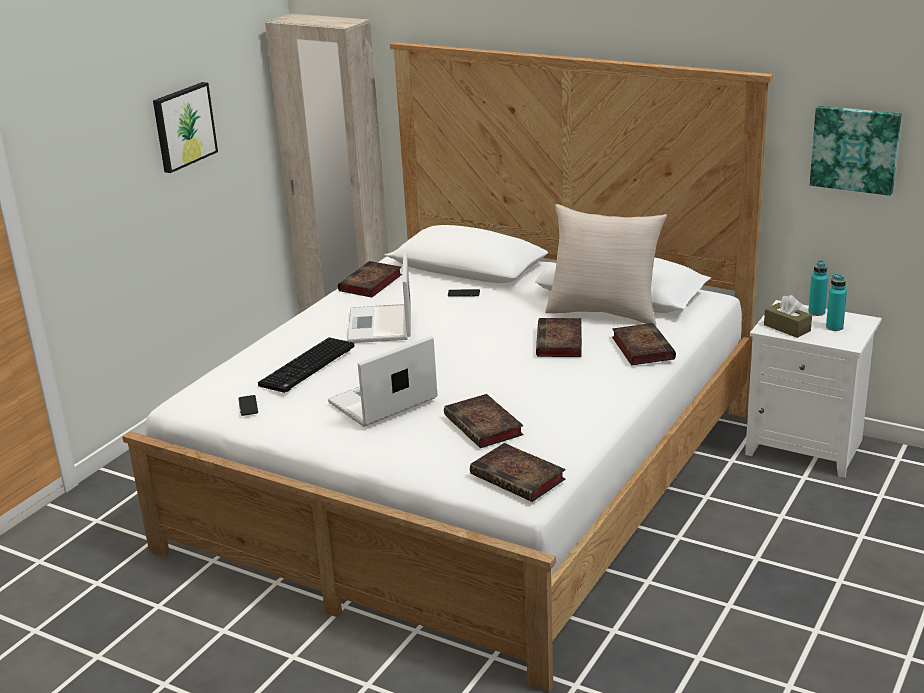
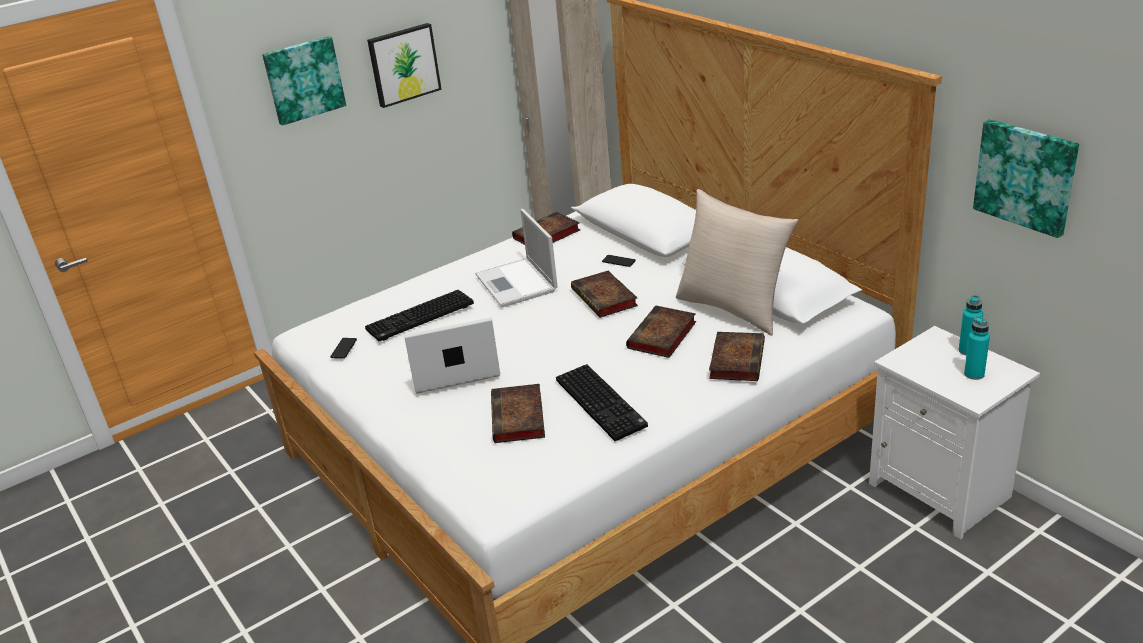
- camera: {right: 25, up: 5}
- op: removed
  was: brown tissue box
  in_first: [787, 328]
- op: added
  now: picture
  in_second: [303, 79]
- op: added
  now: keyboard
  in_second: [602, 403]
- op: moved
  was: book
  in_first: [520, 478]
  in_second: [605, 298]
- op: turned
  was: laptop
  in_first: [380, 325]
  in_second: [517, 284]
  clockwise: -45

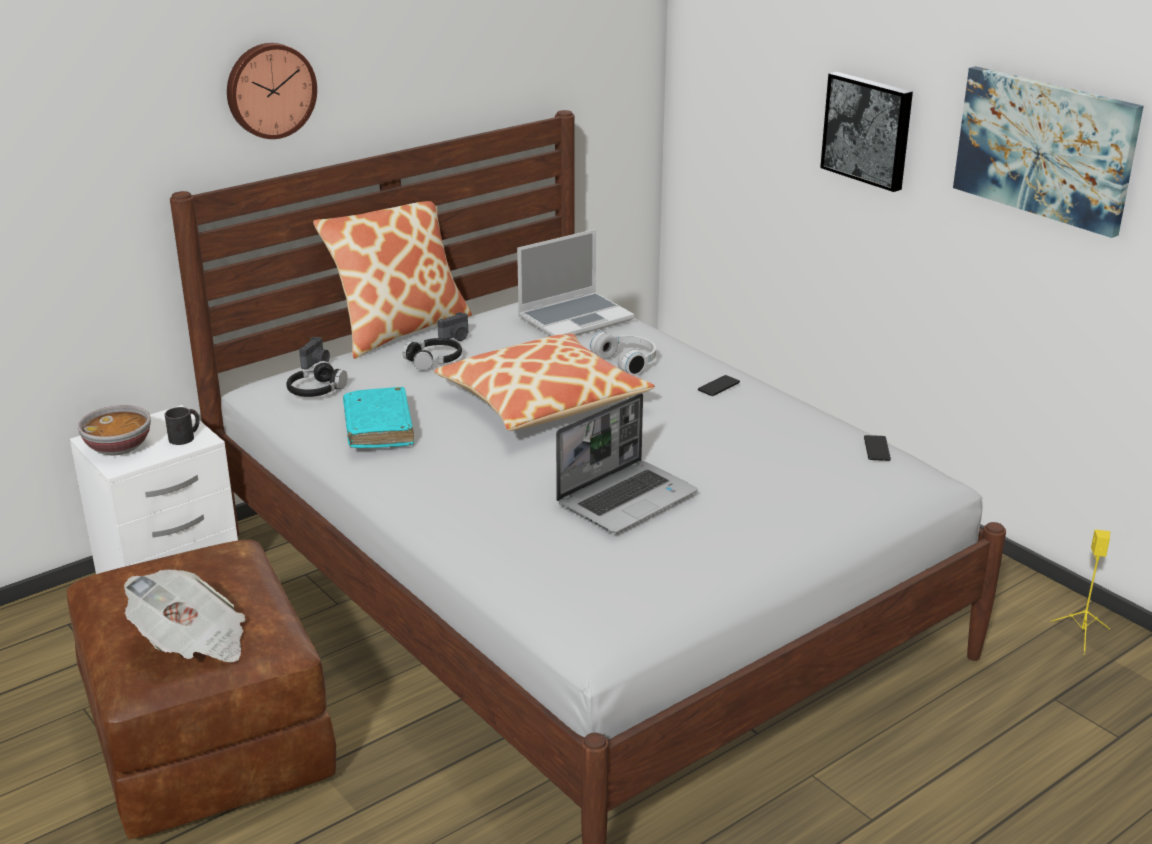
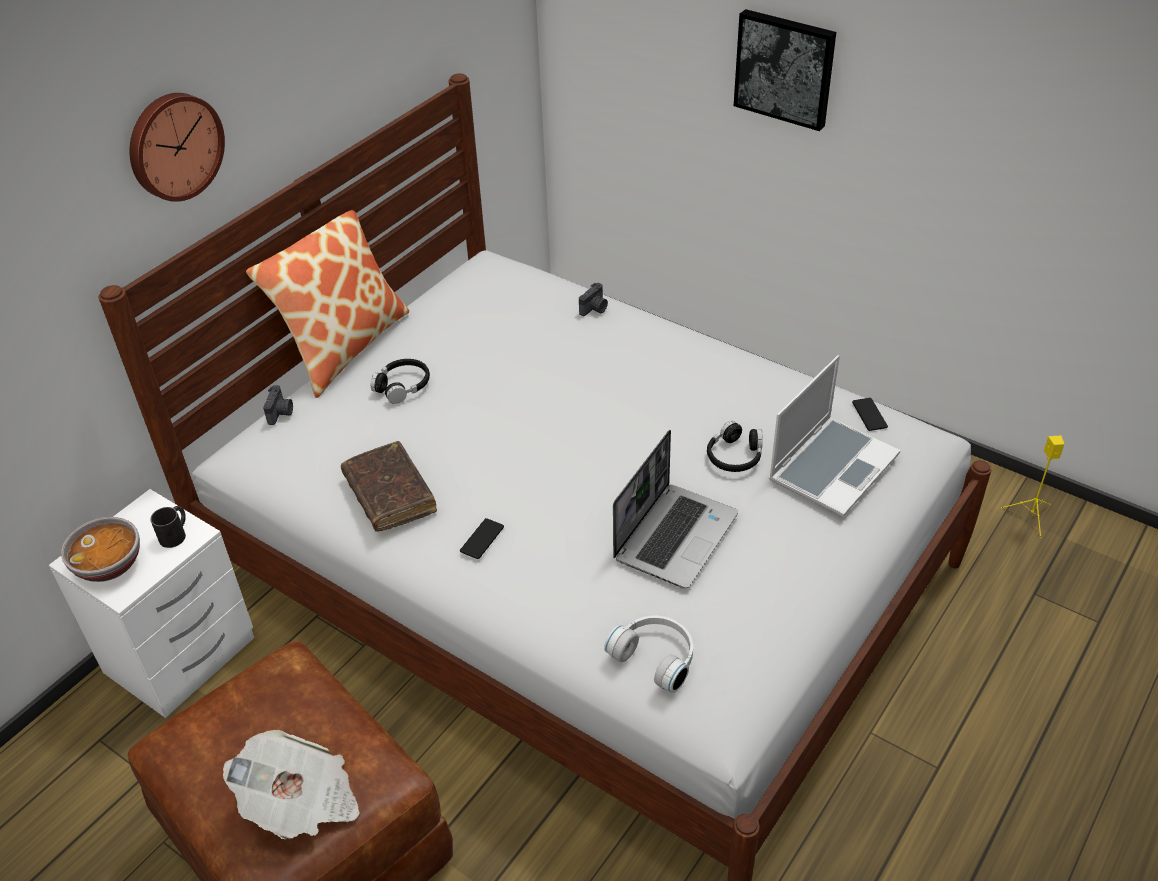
- camera: {right: -15, up: 15}
- op: removed
  was: pillow
  in_first: [543, 401]
- op: removed
  was: picture
  in_first: [1045, 148]
- op: moved
  was: black headphones
  in_first: [316, 390]
  in_second: [735, 456]
- op: moved
  was: photo camera
  in_first: [456, 337]
  in_second: [595, 309]
- op: moved
  was: laptop
  in_first: [576, 318]
  in_second: [833, 466]
- op: moved
  was: white headphones
  in_first: [628, 361]
  in_second: [656, 656]
- op: moved
  was: phone
  in_first: [718, 386]
  in_second: [482, 539]
- op: recoloured
  was: turquoise book
  now: brown book
  in_first: [378, 428]
  in_second: [389, 494]

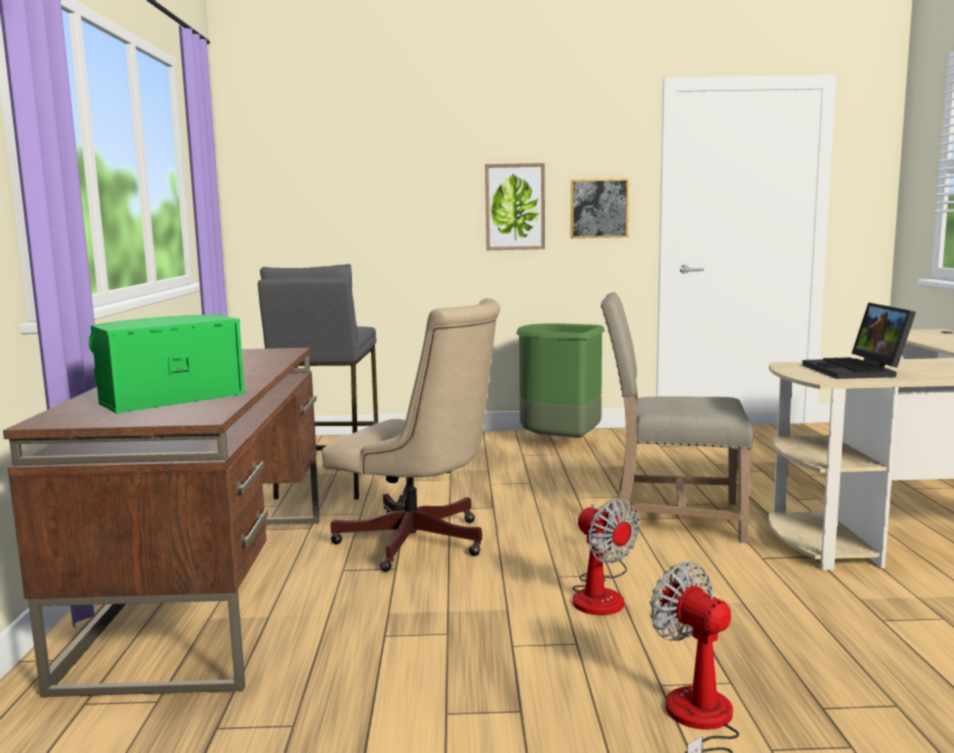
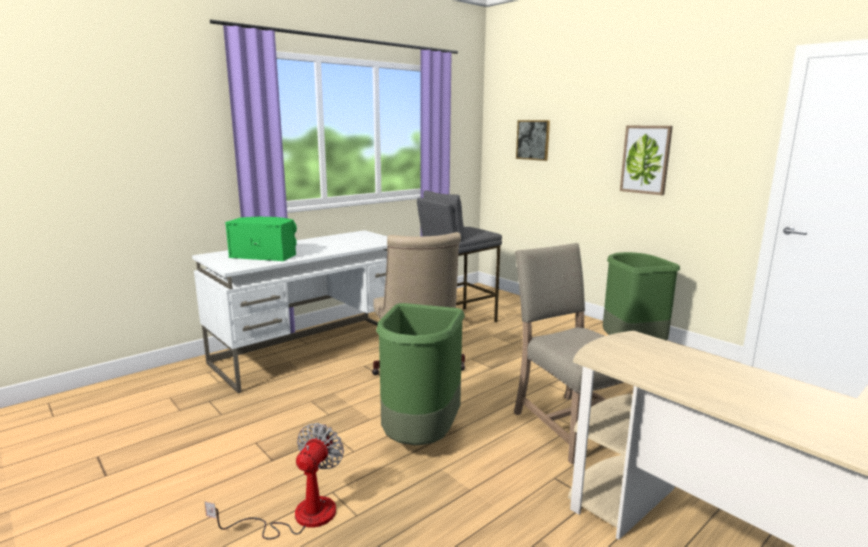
- camera: {right: 50, up: 5}
- op: removed
  was: laptop
  in_first: [857, 371]
- op: moved
  was: picture
  in_first: [599, 208]
  in_second: [533, 140]
- op: replaced
  was: fan
  now: green trash can
  in_first: [601, 594]
  in_second: [420, 438]
- op: recoloured
  was: brown desk
  now: white desk
  in_first: [211, 589]
  in_second: [313, 350]

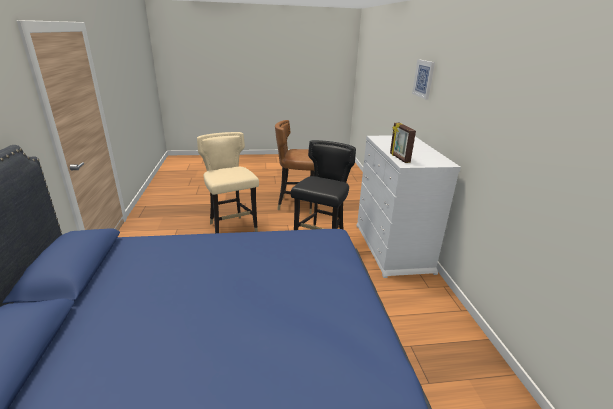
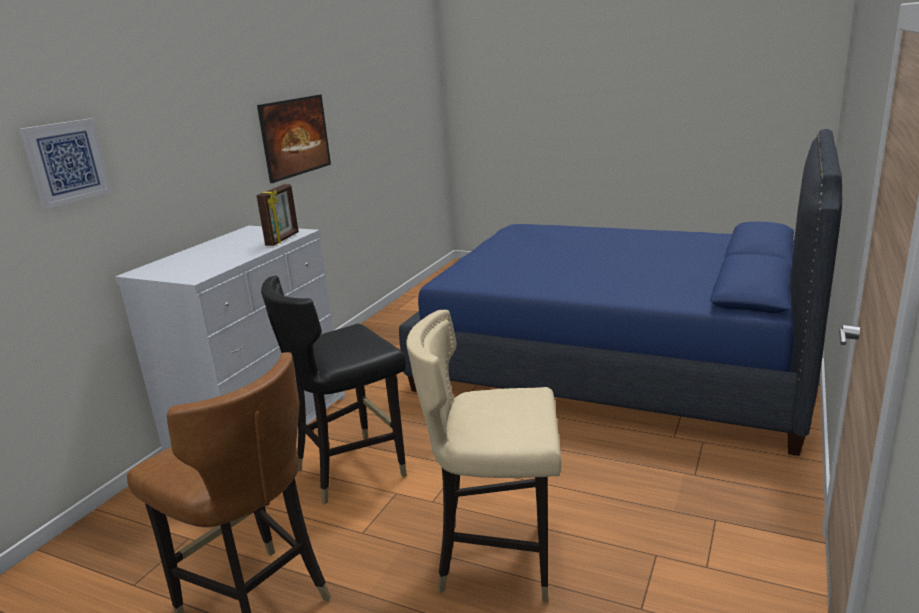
- camera: {right: -145, up: -5}
- op: added
  now: picture
  in_second: [298, 155]
- op: turned
  was: beige chair
  in_first: [232, 229]
  in_second: [497, 559]
  clockwise: 90

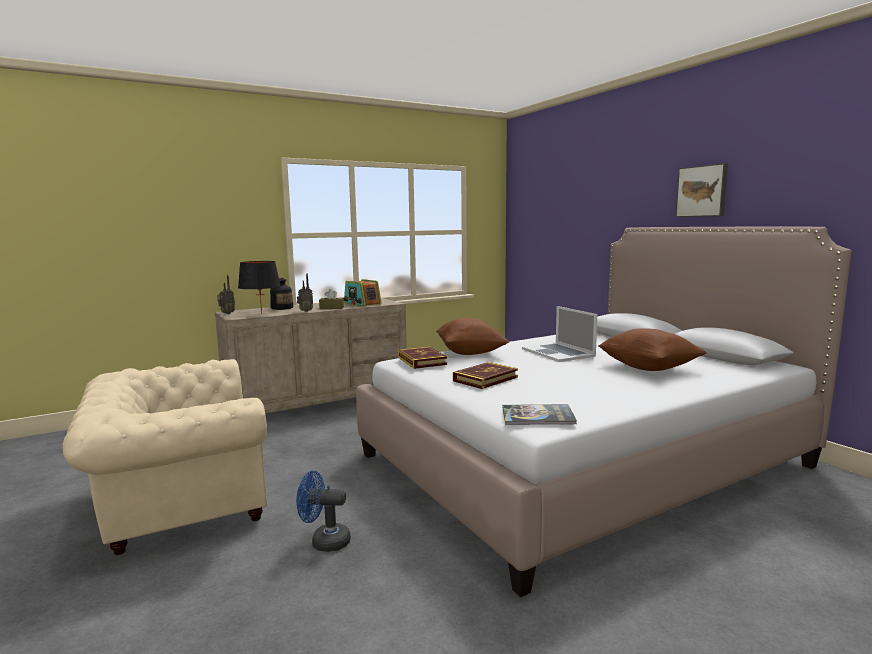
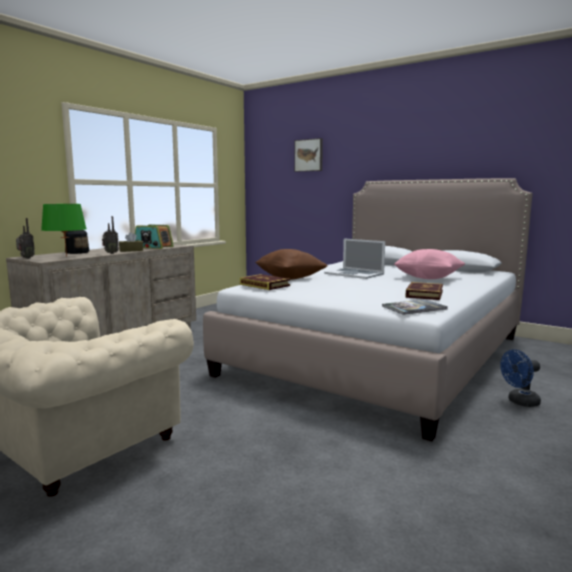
- camera: {right: -25, up: 0}
- op: moved
  was: blue fan
  in_first: [324, 541]
  in_second: [520, 402]
- op: moved
  was: book
  in_first: [485, 379]
  in_second: [424, 294]
- op: moved
  was: picture
  in_first: [702, 191]
  in_second: [309, 155]
- op: recoloured
  was: black table lamp
  now: green table lamp
  in_first: [261, 313]
  in_second: [66, 256]
- op: recoloured
  was: brown pillow
  now: pink pillow
  in_first: [648, 368]
  in_second: [428, 278]

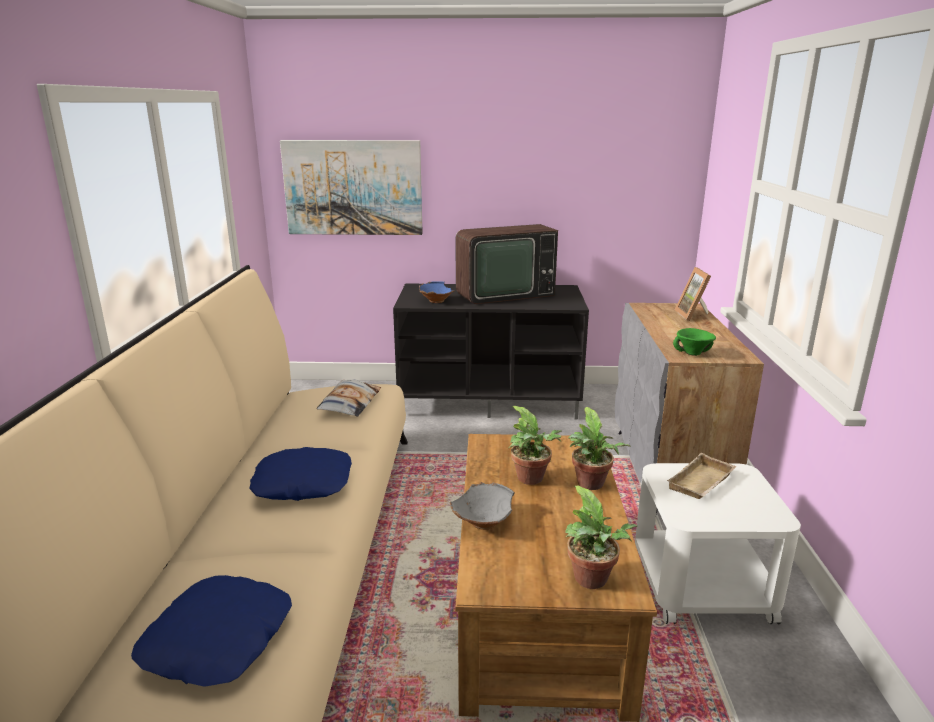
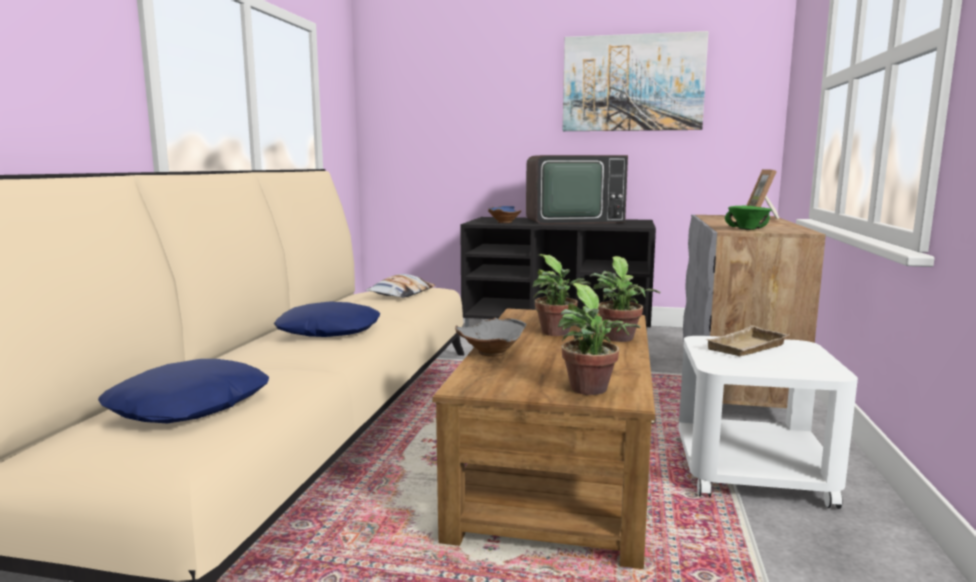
- camera: {right: 10, up: -10}
- op: moved
  was: picture
  in_first: [353, 188]
  in_second: [632, 83]

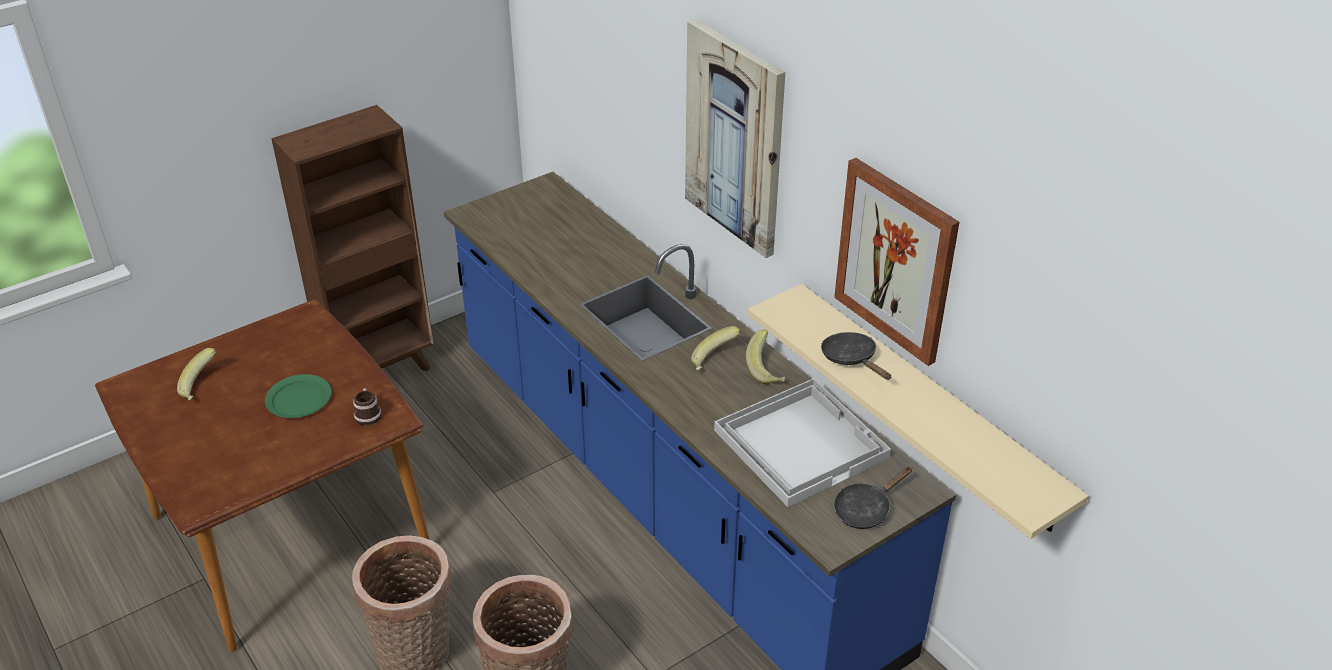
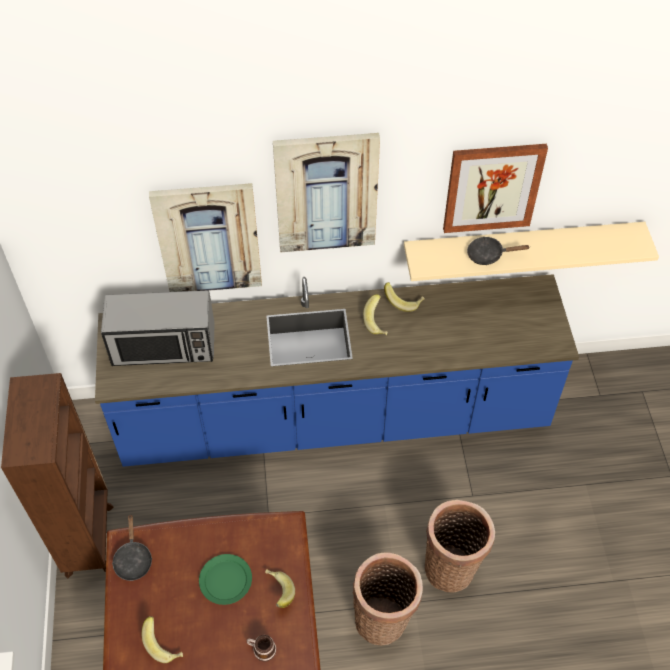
- camera: {right: -60, up: 15}
- op: removed
  was: white tray
  in_first: [801, 442]
- op: added
  now: microwave
  in_second: [164, 345]
- op: added
  now: picture
  in_second: [208, 238]
- op: added
  now: banana
  in_second: [277, 592]
- op: moved
  was: mug
  in_first: [368, 414]
  in_second: [261, 649]
- op: moved
  was: black frying pan
  in_first: [865, 509]
  in_second: [133, 559]

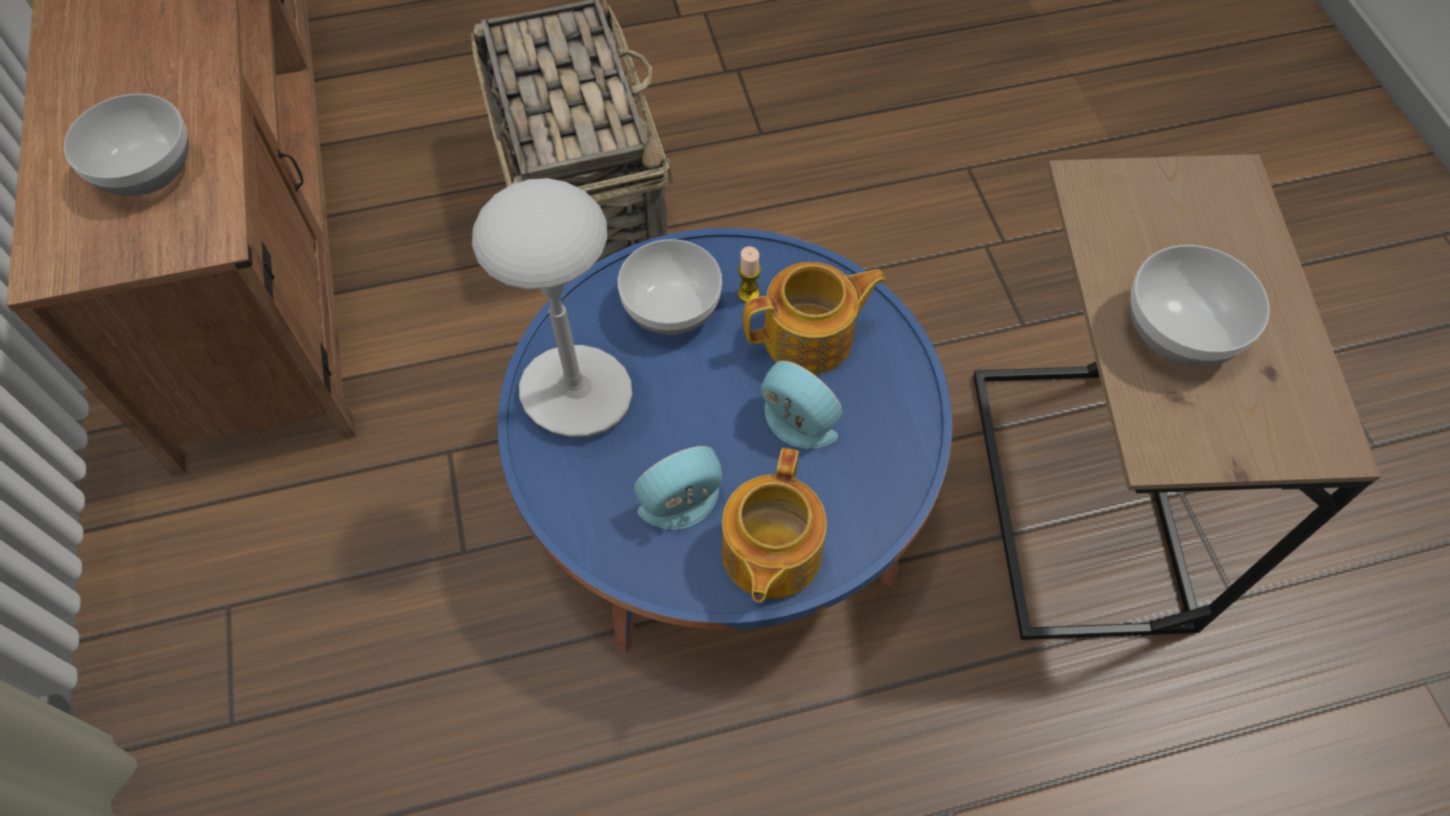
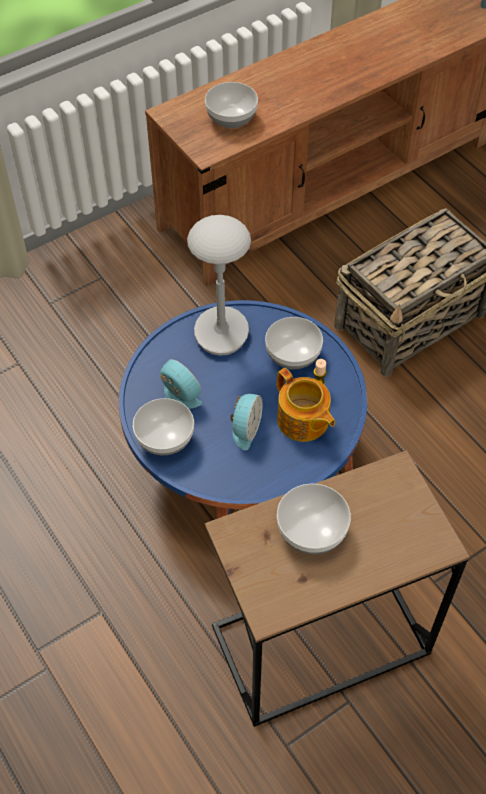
- camera: {right: 70, up: -5}
- op: replaced
  was: teapot
  now: bowl
  in_first: [769, 554]
  in_second: [165, 438]

